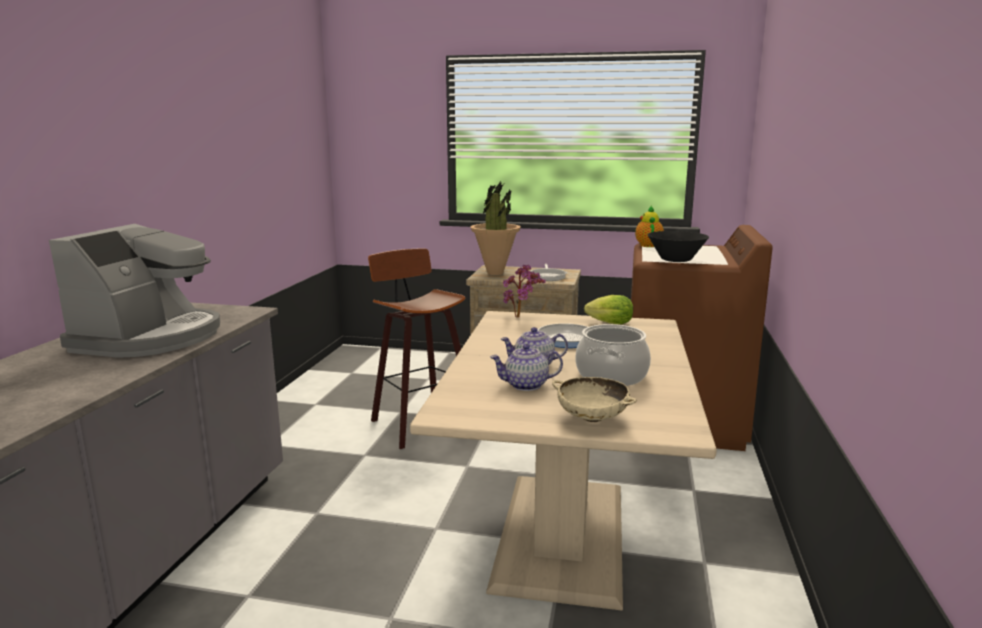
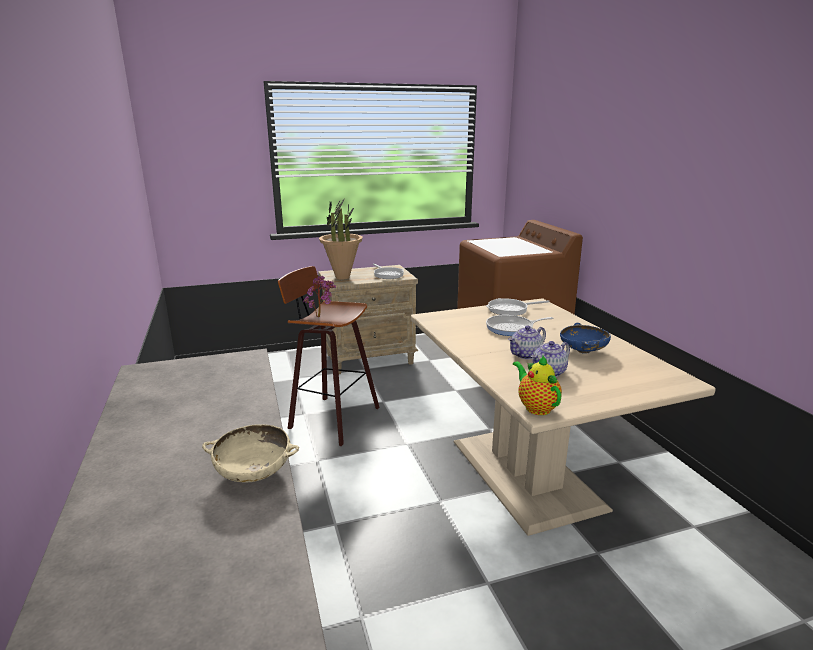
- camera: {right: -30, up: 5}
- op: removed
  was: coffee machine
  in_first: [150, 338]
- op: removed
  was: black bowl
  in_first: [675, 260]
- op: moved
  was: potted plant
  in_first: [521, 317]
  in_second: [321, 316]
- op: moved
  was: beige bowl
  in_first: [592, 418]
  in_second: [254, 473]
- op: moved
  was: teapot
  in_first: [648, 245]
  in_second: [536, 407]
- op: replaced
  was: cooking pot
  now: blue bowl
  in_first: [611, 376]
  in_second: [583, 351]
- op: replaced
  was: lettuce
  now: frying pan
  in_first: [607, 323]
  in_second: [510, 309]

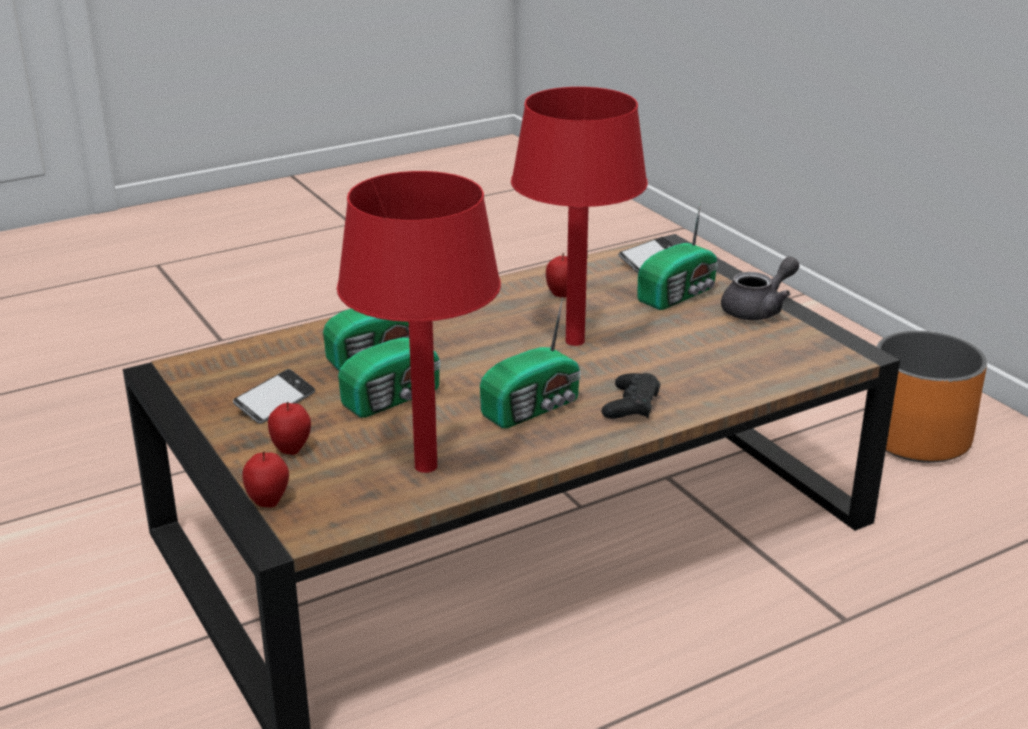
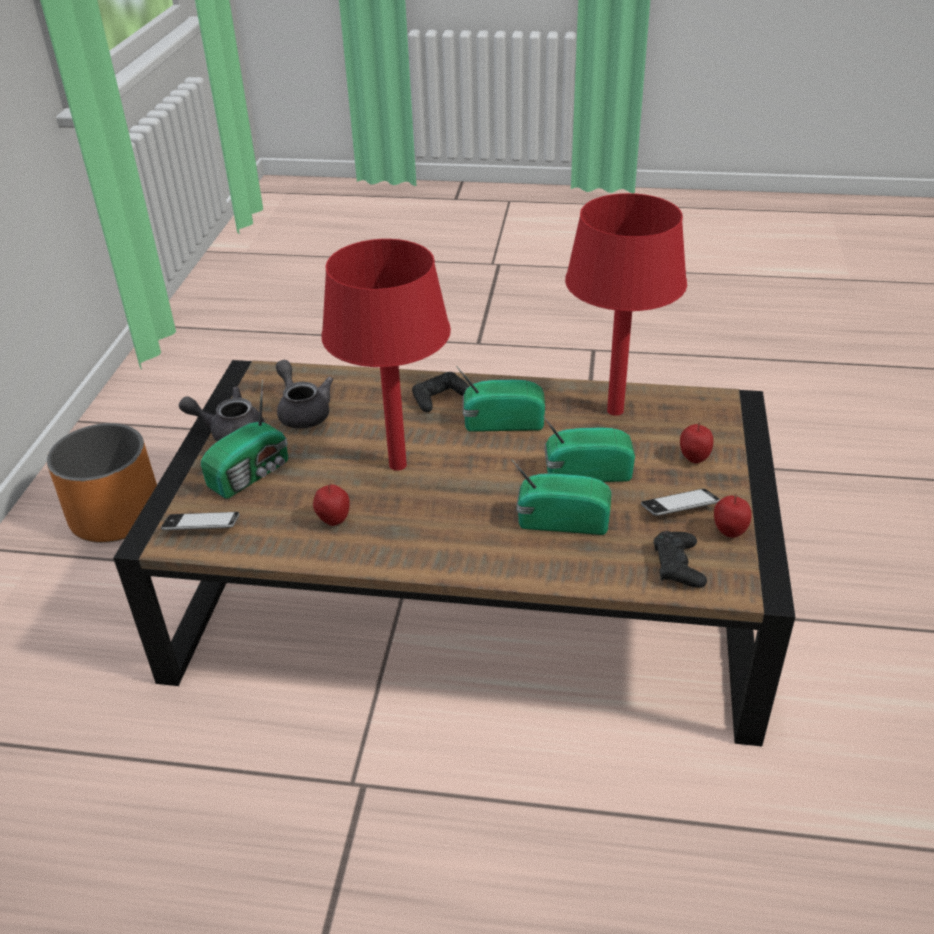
- camera: {right: -140, up: 10}
- op: added
  now: grey teapot
  in_second: [302, 411]
- op: added
  now: black game controller
  in_second: [678, 565]
- op: moved
  was: apple
  in_first: [268, 501]
  in_second: [729, 533]
- op: turned
  was: radio
  in_first: [680, 294]
  in_second: [252, 474]
  clockwise: 135

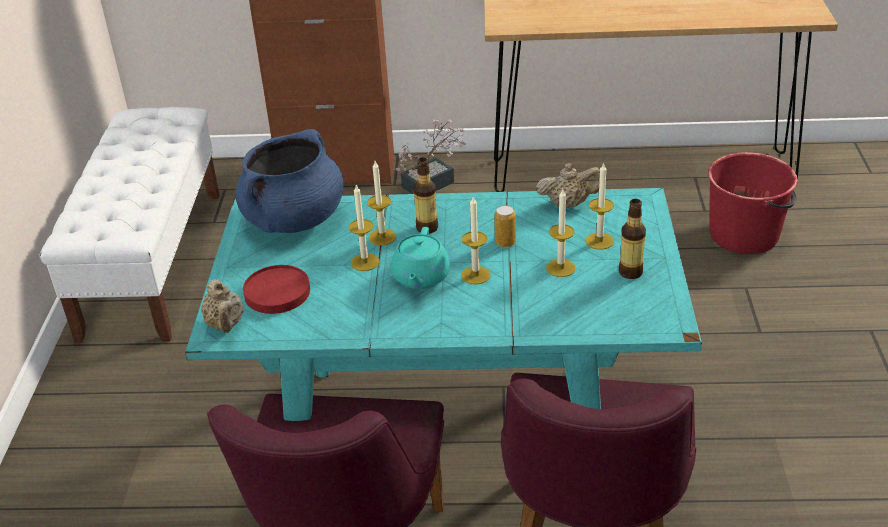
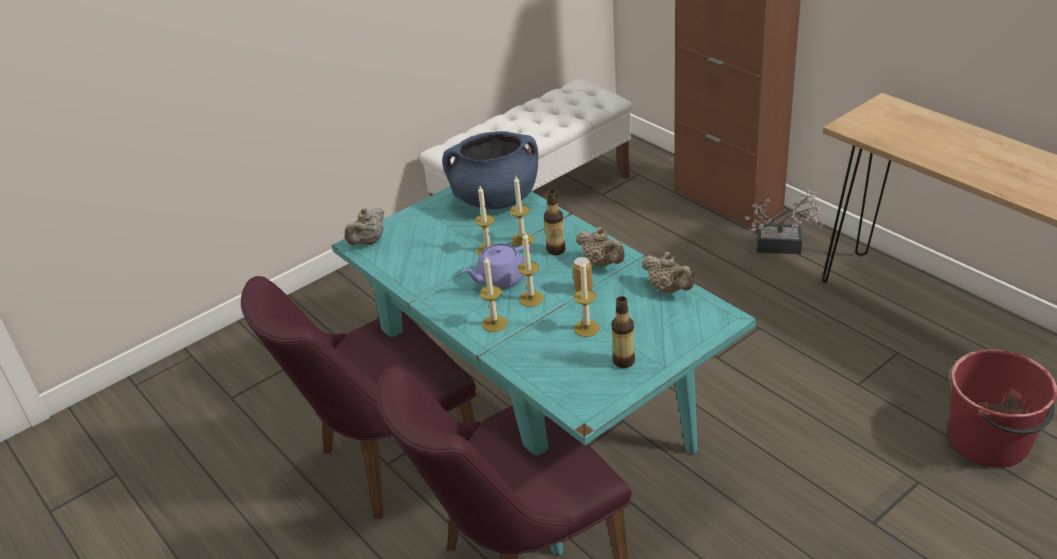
- camera: {right: 50, up: 0}
- op: removed
  was: red plate
  in_first: [277, 292]
- op: added
  now: beige teapot
  in_second: [601, 263]
- op: moved
  was: candle
  in_first: [599, 241]
  in_second: [494, 323]
- op: recoloured
  was: turquoise teapot
  now: purple teapot
  in_first: [420, 277]
  in_second: [500, 279]

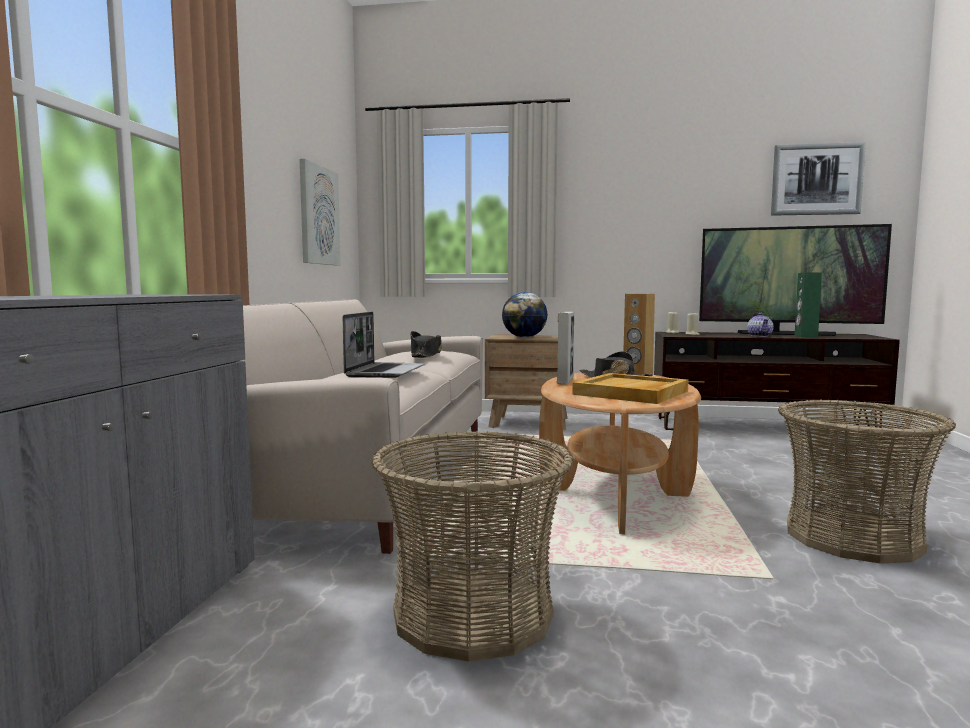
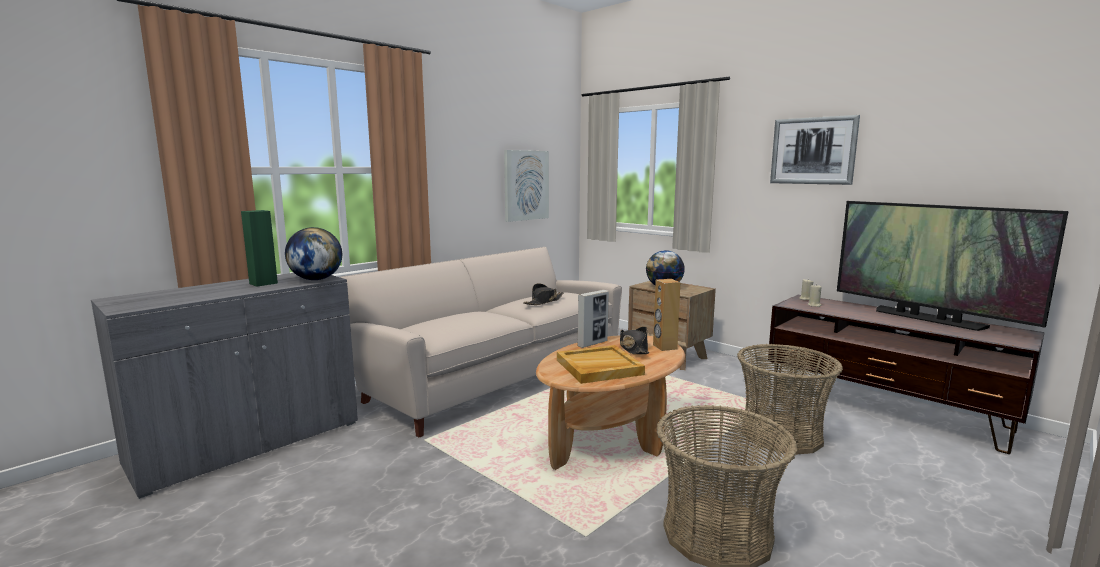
- camera: {right: 35, up: 5}
- op: removed
  was: laptop
  in_first: [385, 372]
- op: removed
  was: teapot
  in_first: [759, 336]
- op: added
  now: globe
  in_second: [316, 279]
- op: moved
  was: basket
  in_first: [473, 614]
  in_second: [781, 434]
- op: moved
  was: picture
  in_first: [816, 179]
  in_second: [813, 151]
- op: moved
  was: green speaker
  in_first: [805, 336]
  in_second: [263, 283]

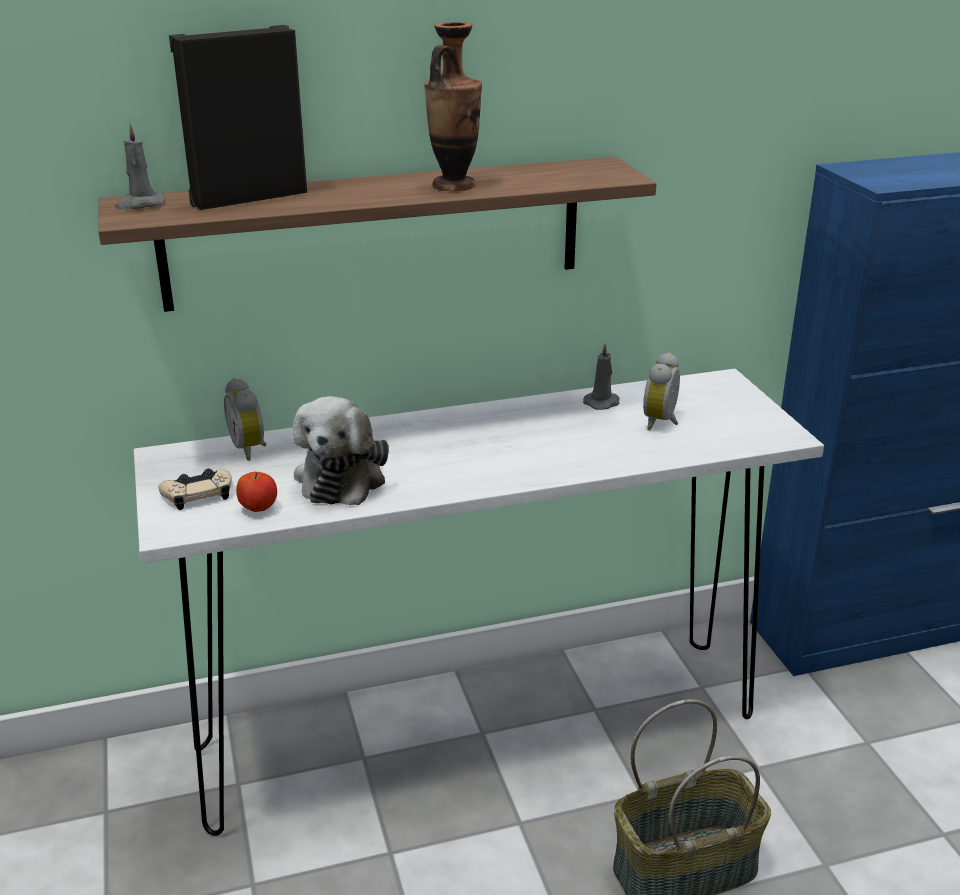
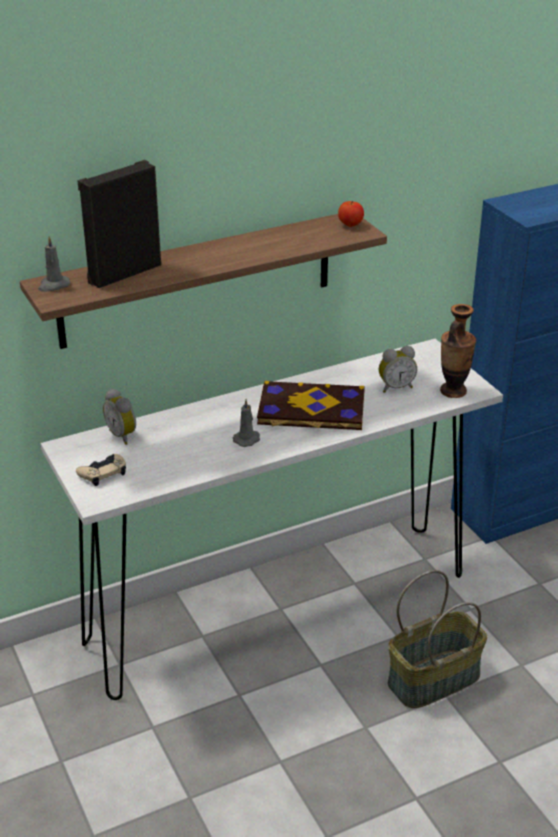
- camera: {right: -10, up: 5}
- op: removed
  was: plush toy
  in_first: [342, 476]
- op: added
  now: book
  in_second: [311, 410]
- op: moved
  was: apple
  in_first: [258, 508]
  in_second: [350, 225]
- op: moved
  was: vase
  in_first: [454, 186]
  in_second: [453, 391]
- op: moved
  was: grey candle
  in_first: [603, 403]
  in_second: [247, 439]
- op: turned
  was: alarm clock
  in_first: [662, 422]
  in_second: [395, 387]
  clockwise: -120

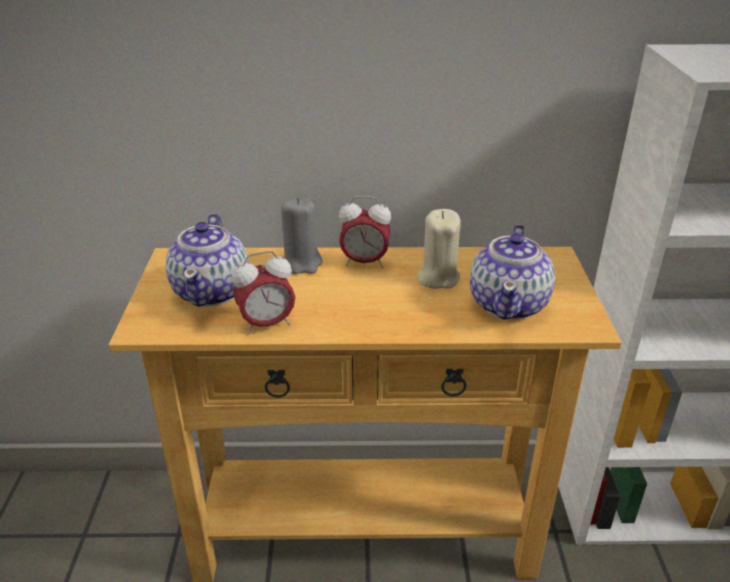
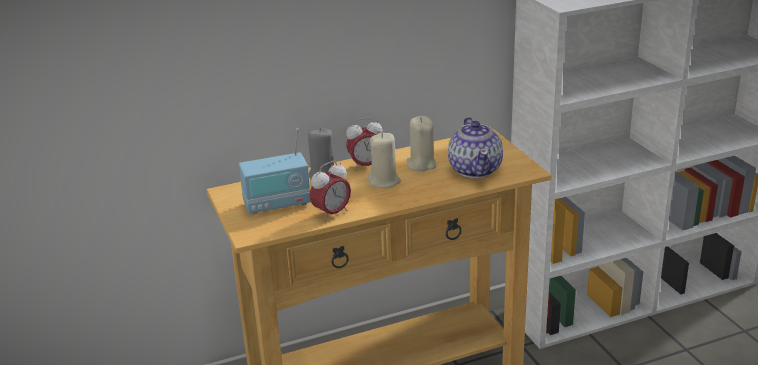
- camera: {right: -20, up: -5}
- op: added
  now: beige candle
  in_second: [384, 181]
- op: replaced
  was: teapot
  now: radio
  in_first: [212, 291]
  in_second: [277, 204]

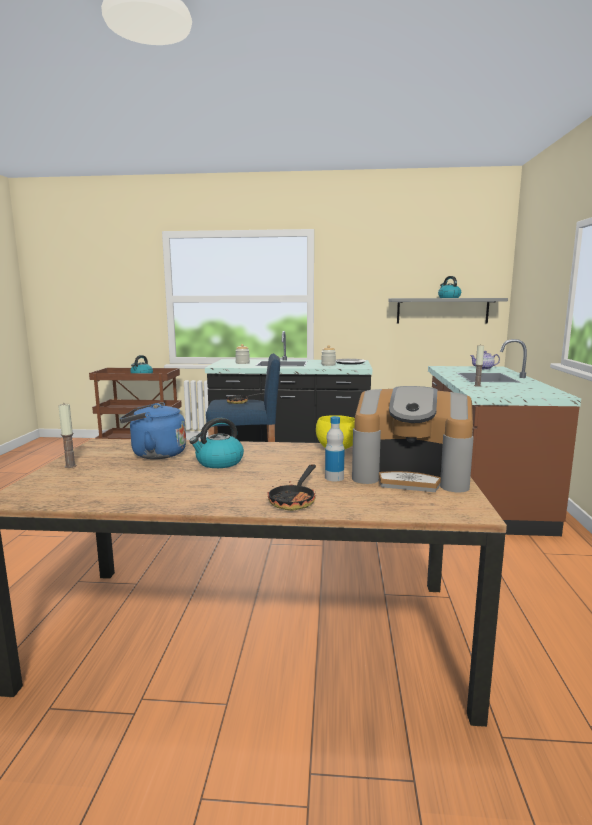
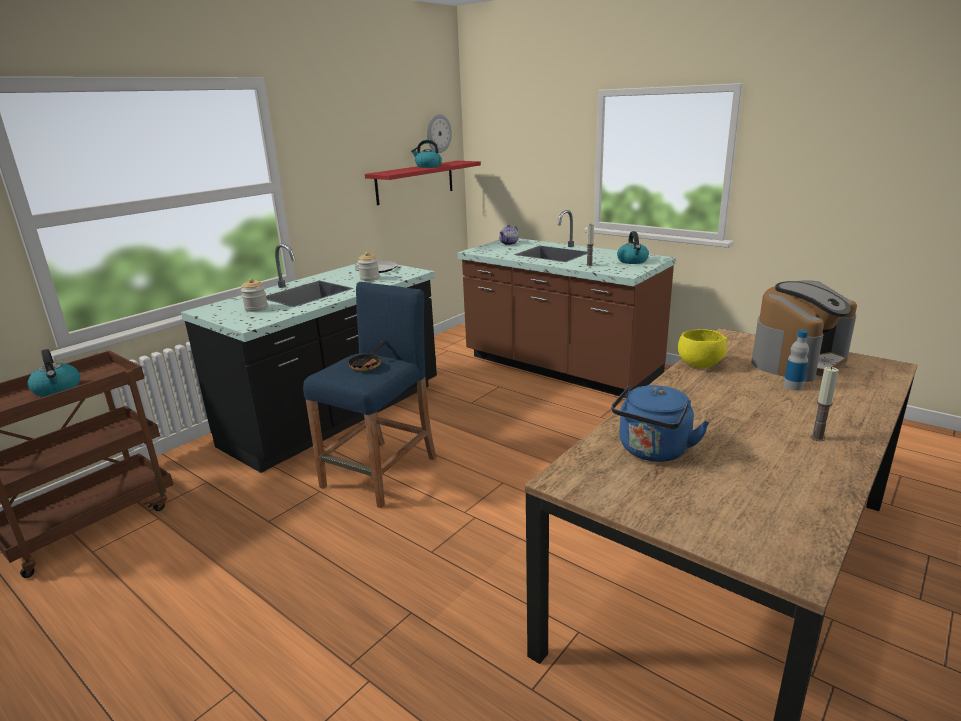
- camera: {right: -55, up: 10}
- op: removed
  was: frying pan
  in_first: [295, 500]
- op: added
  now: wall clock
  in_second: [438, 133]
- op: moved
  was: candle
  in_first: [70, 466]
  in_second: [817, 438]
- op: moved
  was: kettle
  in_first: [219, 462]
  in_second: [632, 261]
- op: recoloured
  was: grey shelf
  now: red shelf
  in_first: [442, 310]
  in_second: [415, 182]

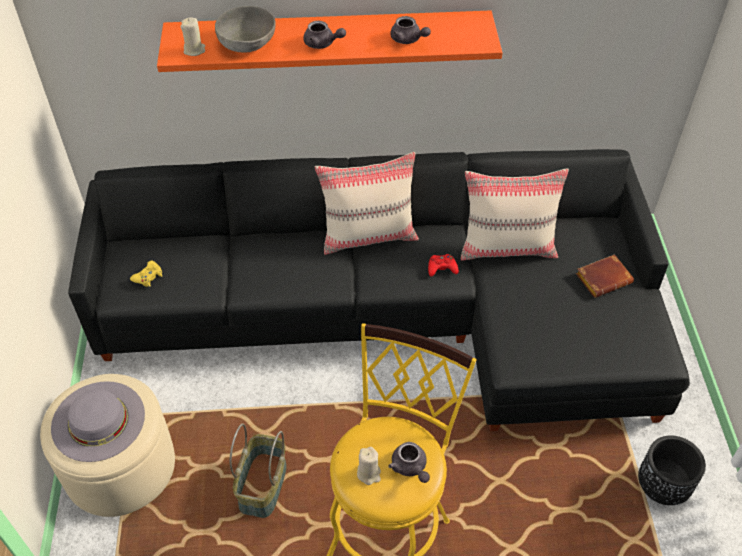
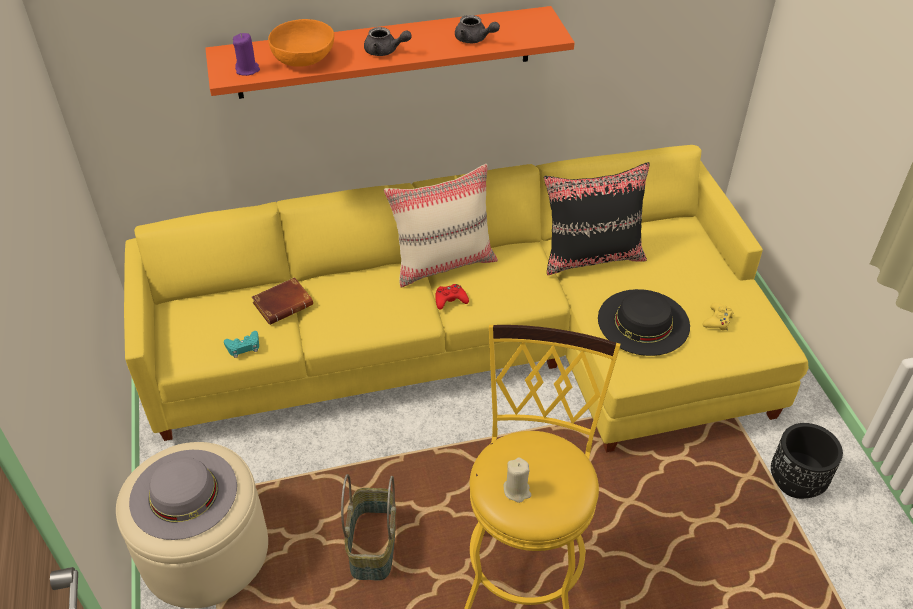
- camera: {right: -10, up: -5}
- op: removed
  was: grey teapot
  in_first: [410, 468]
- op: added
  now: turquoise game controller
  in_second: [243, 347]
- op: added
  now: black hat
  in_second: [643, 322]
- op: moved
  was: yellow game controller
  in_first: [148, 277]
  in_second: [717, 320]
- op: moved
  was: red game controller
  in_first: [442, 268]
  in_second: [450, 300]
- op: moved
  was: brown book
  in_first: [603, 278]
  in_second: [283, 303]
- op: recoloured
  was: black sofa
  now: yellow sofa
  in_first: [400, 311]
  in_second: [482, 345]
- op: recoloured
  was: beige candle
  now: purple candle
  in_first: [194, 50]
  in_second: [248, 70]
- op: recoloured
  was: grey bowl
  now: orange bowl
  in_first: [248, 43]
  in_second: [304, 58]
- op: recoloured
  was: beige pillow
  now: black pillow
  in_first: [507, 247]
  in_second: [592, 256]

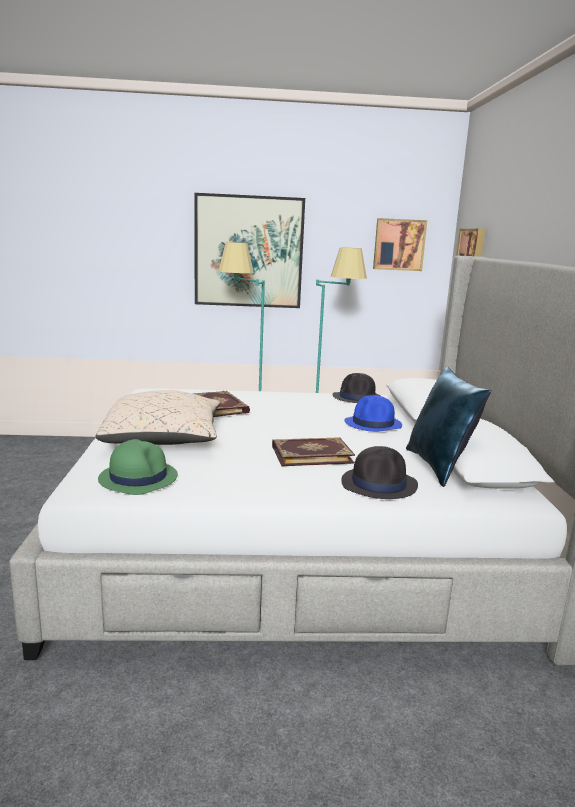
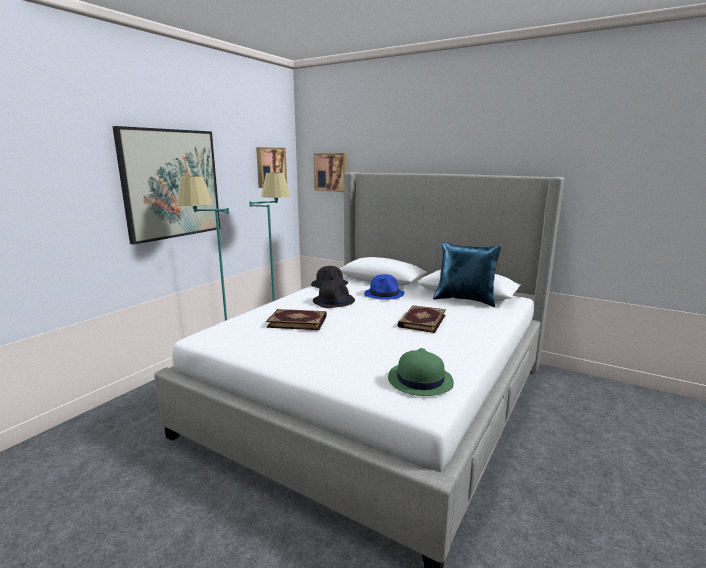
- camera: {right: -55, up: 0}
- op: removed
  was: beige pillow
  in_first: [164, 439]
- op: moved
  was: black hat
  in_first: [379, 484]
  in_second: [334, 301]

